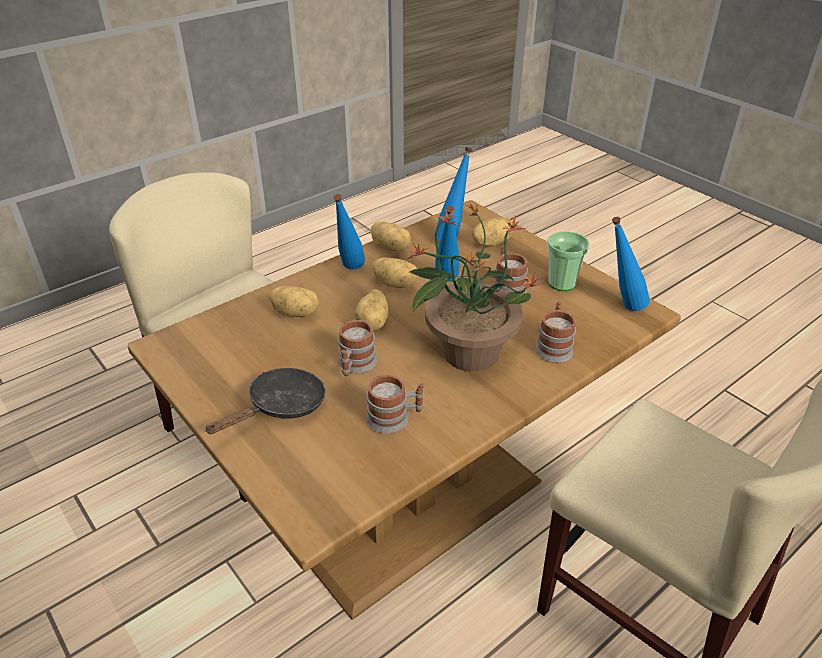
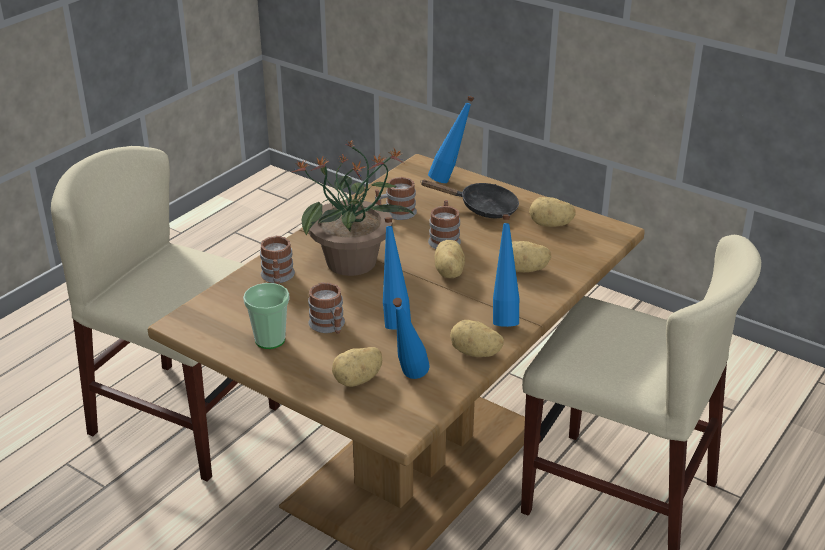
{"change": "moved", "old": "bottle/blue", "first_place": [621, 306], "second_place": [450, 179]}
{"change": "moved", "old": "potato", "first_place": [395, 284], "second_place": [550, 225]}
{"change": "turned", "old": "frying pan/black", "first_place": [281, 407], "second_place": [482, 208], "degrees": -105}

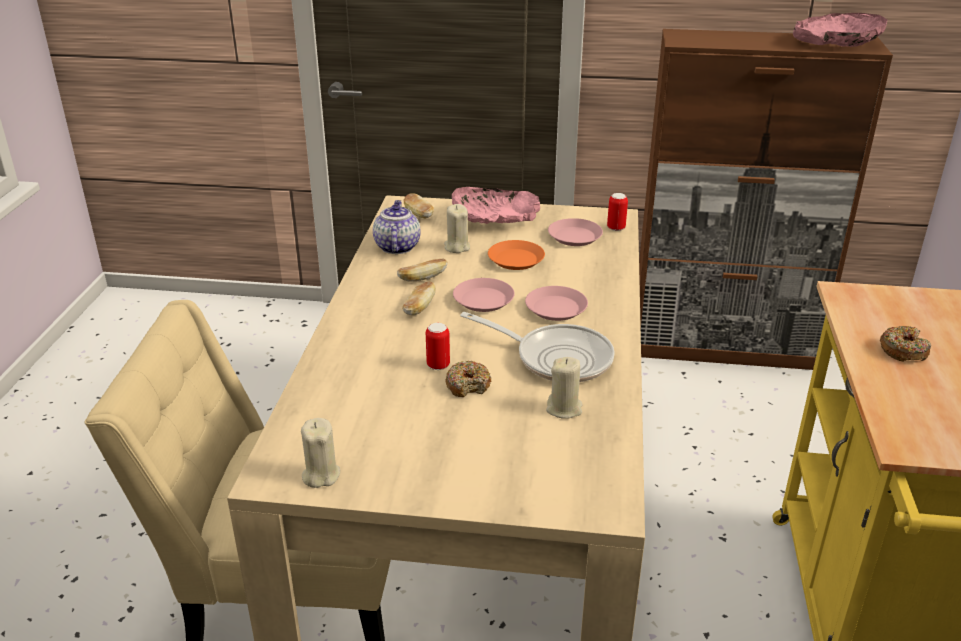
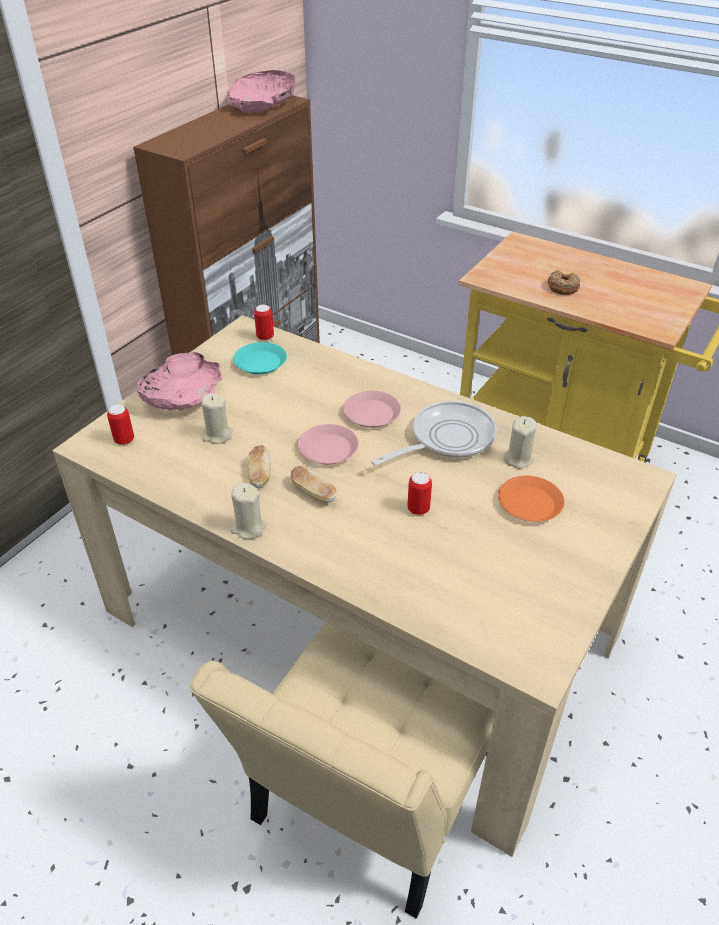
{"change": "replaced", "old": "bread", "new": "can", "first_place": [418, 215], "second_place": [124, 440]}
{"change": "removed", "old": "teapot", "first_place": [397, 246]}
{"change": "recoloured", "old": "plate/pink", "new": "plate/turquoise", "first_place": [575, 237], "second_place": [261, 363]}
{"change": "moved", "old": "plate/orange", "first_place": [515, 259], "second_place": [529, 504]}
{"change": "removed", "old": "donut", "first_place": [468, 385]}
{"change": "moved", "old": "candle/beige", "first_place": [321, 475], "second_place": [248, 528]}

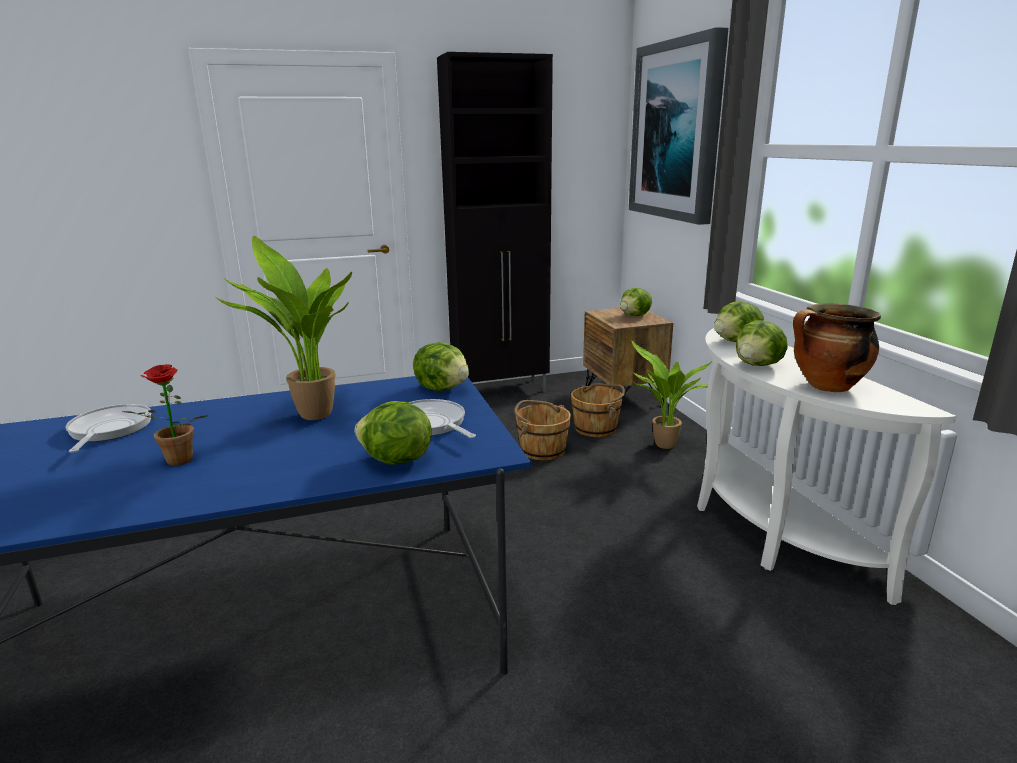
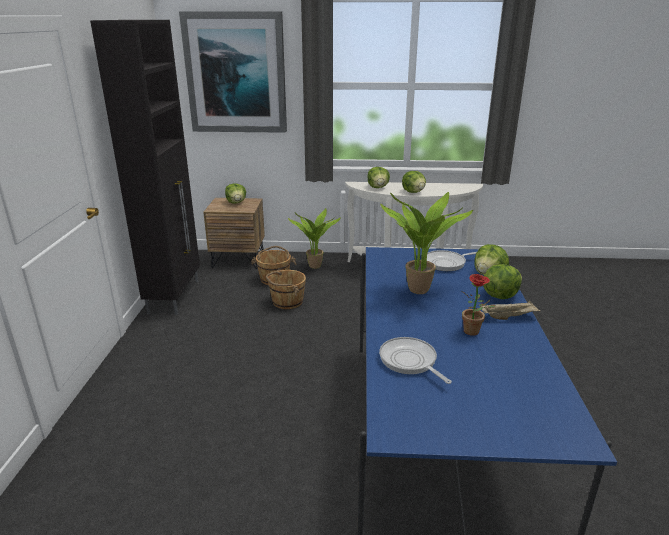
{"change": "removed", "old": "cooking pot", "first_place": [827, 387]}
{"change": "moved", "old": "lettuce", "first_place": [443, 388], "second_place": [500, 295]}
{"change": "turned", "old": "frying pan", "first_place": [108, 430], "second_place": [410, 361], "degrees": 45}
{"change": "added", "new": "tray/beige", "second_place": [508, 317]}

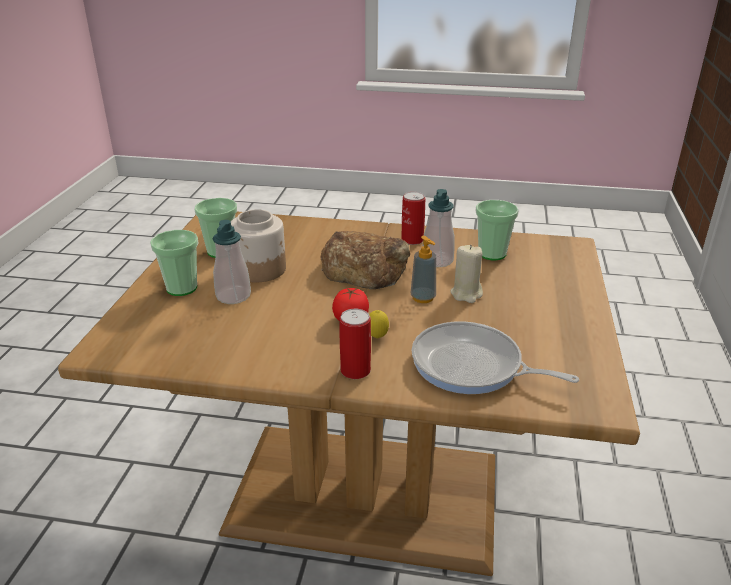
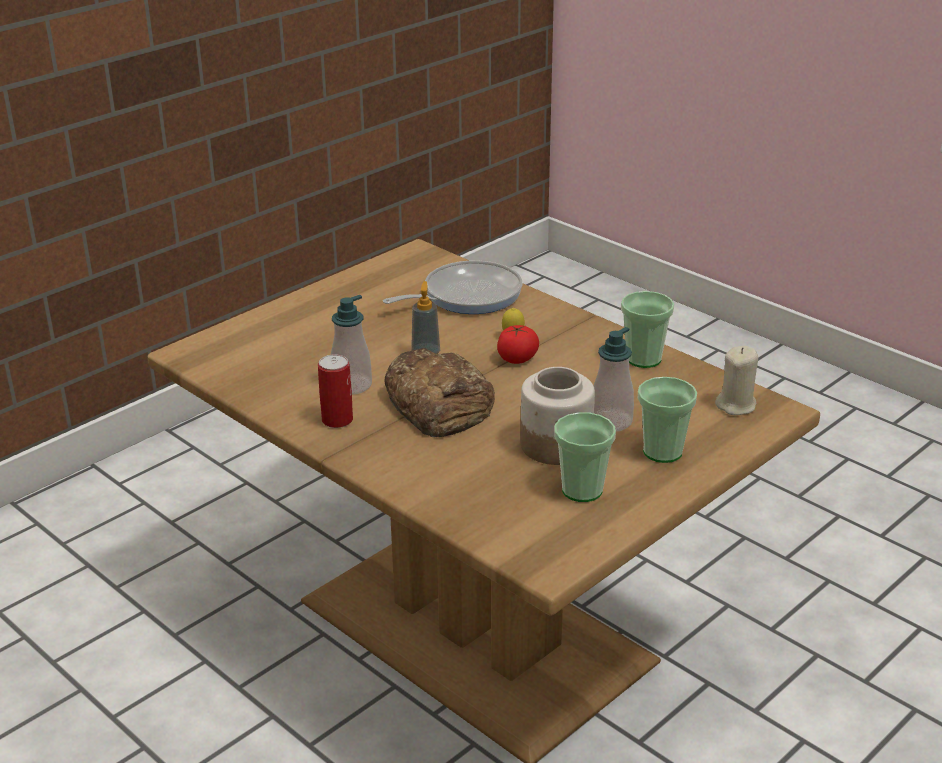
{"change": "moved", "old": "cup", "first_place": [492, 254], "second_place": [643, 359]}
{"change": "moved", "old": "candle/beige", "first_place": [466, 294], "second_place": [736, 405]}
{"change": "removed", "old": "can", "first_place": [355, 370]}
{"change": "turned", "old": "frying pan", "first_place": [472, 366], "second_place": [467, 295], "degrees": -90}

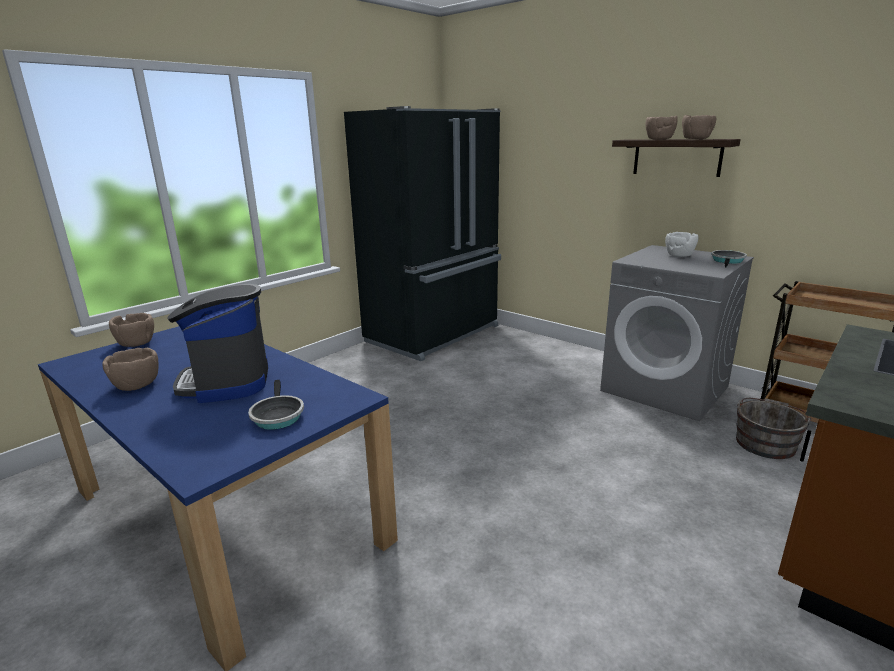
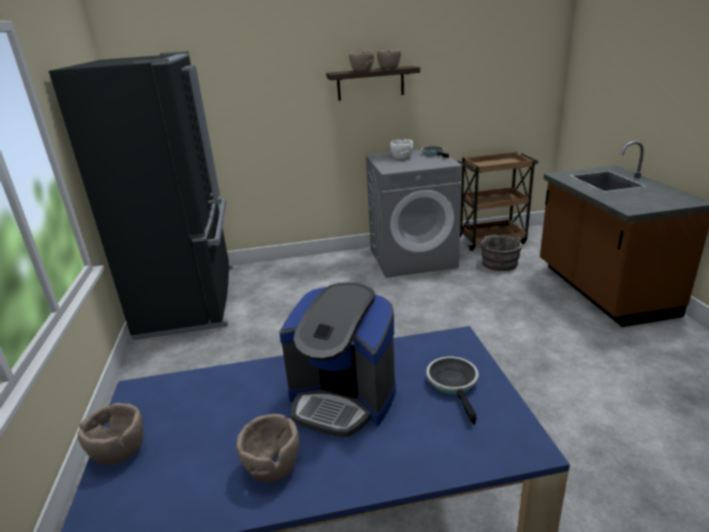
{"change": "turned", "old": "frying pan", "first_place": [277, 415], "second_place": [454, 384], "degrees": -120}

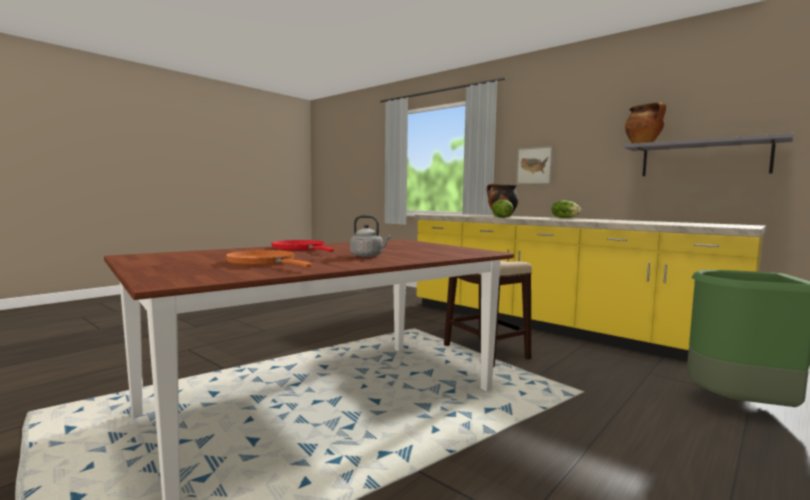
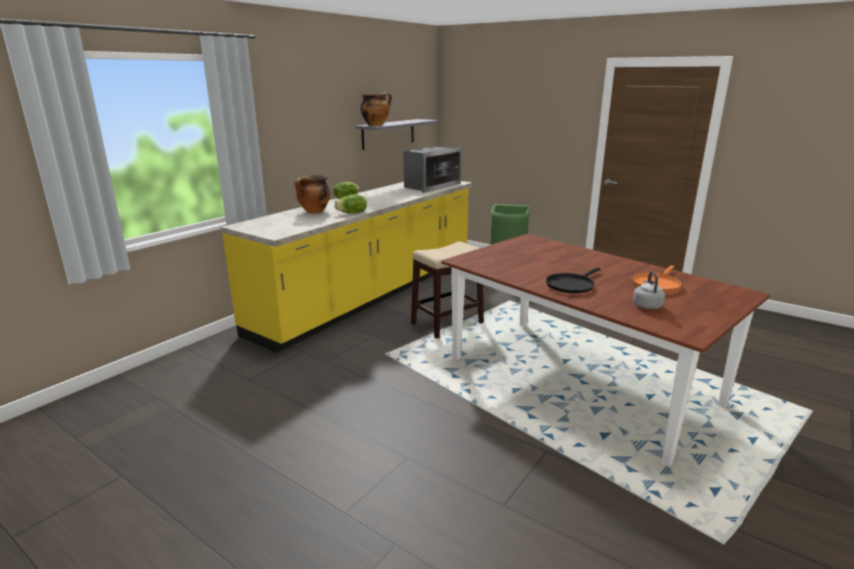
{"change": "removed", "old": "picture", "first_place": [534, 165]}
{"change": "moved", "old": "kettle/grey", "first_place": [368, 256], "second_place": [646, 305]}
{"change": "recoloured", "old": "frying pan/red", "new": "frying pan/black", "first_place": [300, 249], "second_place": [571, 285]}
{"change": "added", "new": "microwave", "second_place": [431, 186]}

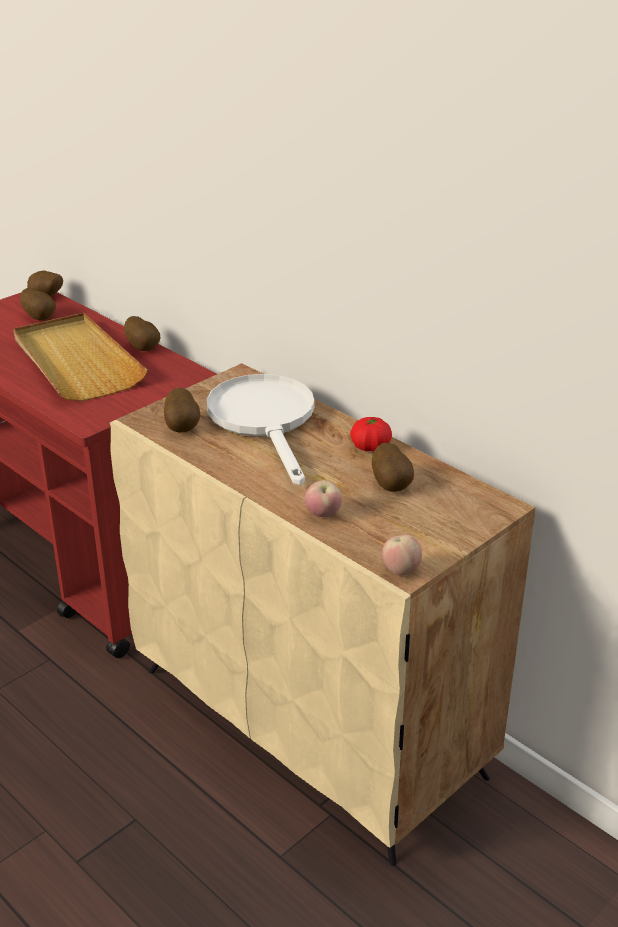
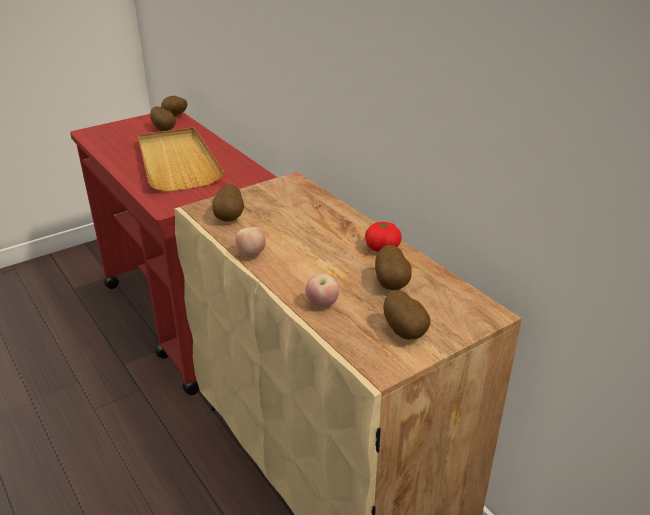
{"change": "moved", "old": "potato", "first_place": [144, 348], "second_place": [406, 332]}
{"change": "removed", "old": "frying pan/white", "first_place": [266, 421]}
{"change": "moved", "old": "apple", "first_place": [401, 570], "second_place": [251, 254]}

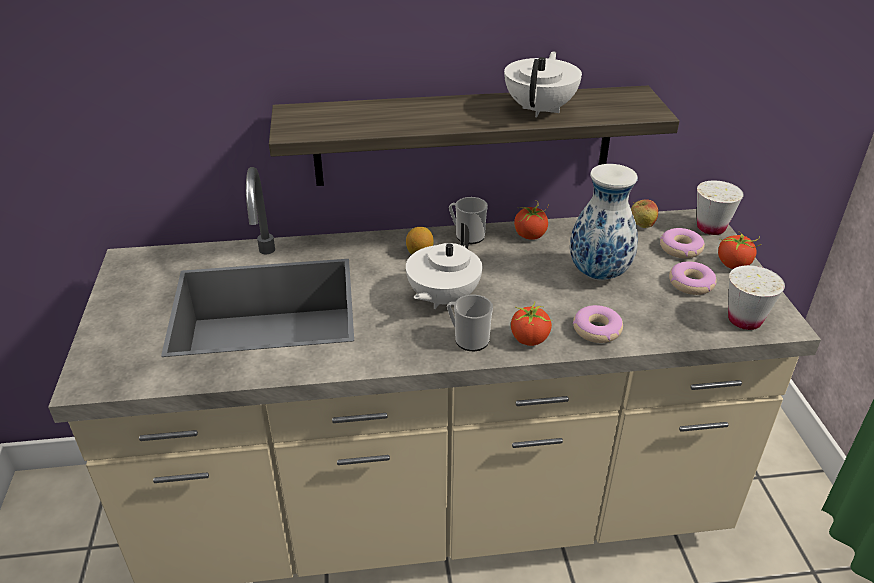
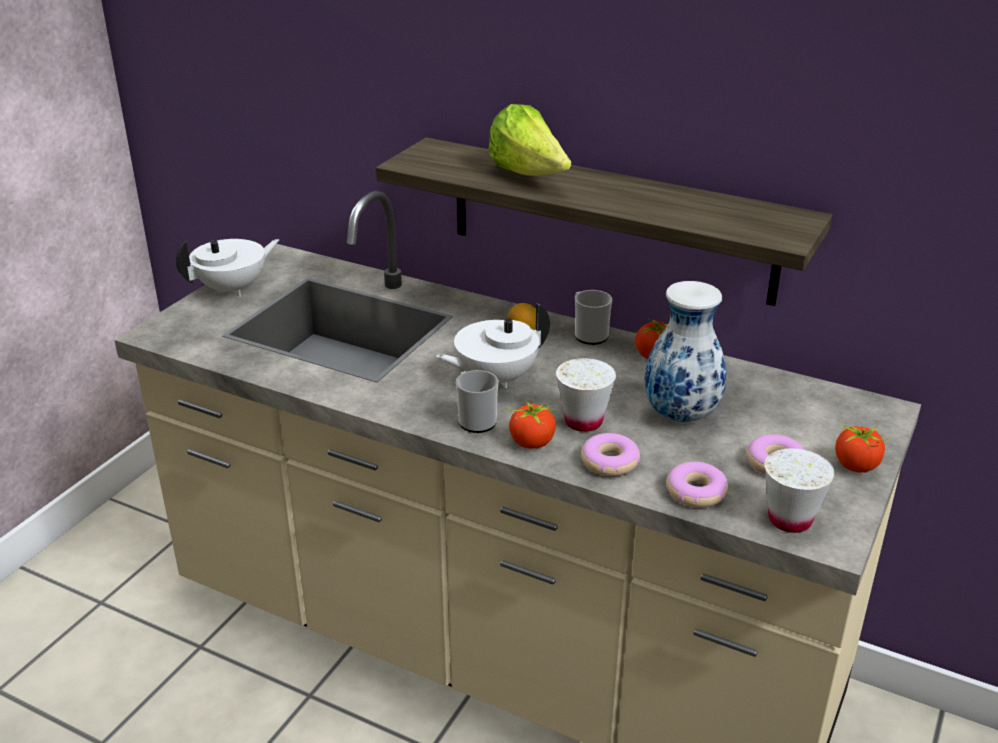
{"change": "moved", "old": "teapot/white", "first_place": [540, 109], "second_place": [233, 289]}
{"change": "moved", "old": "cup/white", "first_place": [711, 228], "second_place": [583, 421]}
{"change": "removed", "old": "apple", "first_place": [641, 226]}
{"change": "moved", "old": "donut", "first_place": [680, 249], "second_place": [696, 492]}
{"change": "added", "new": "lettuce", "second_place": [529, 175]}

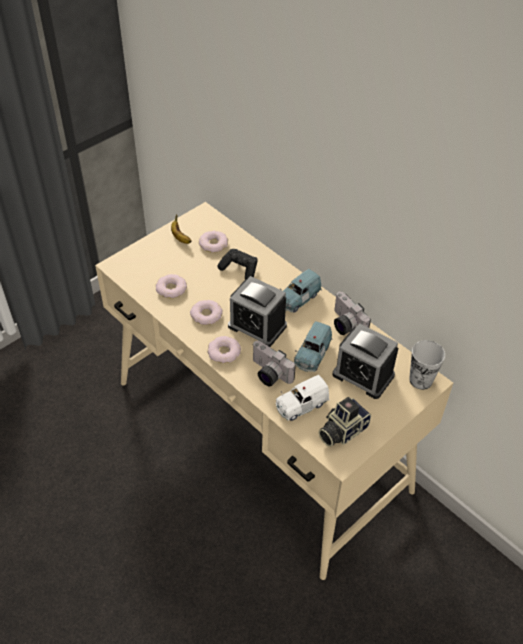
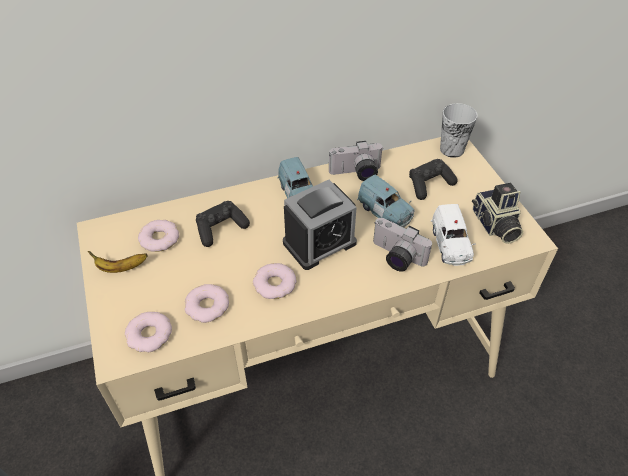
{"change": "replaced", "old": "alarm clock", "new": "game controller/black", "first_place": [363, 375], "second_place": [429, 185]}
{"change": "moved", "old": "donut", "first_place": [224, 352], "second_place": [149, 335]}
{"change": "turned", "old": "photo camera", "first_place": [268, 374], "second_place": [395, 257], "degrees": 60}

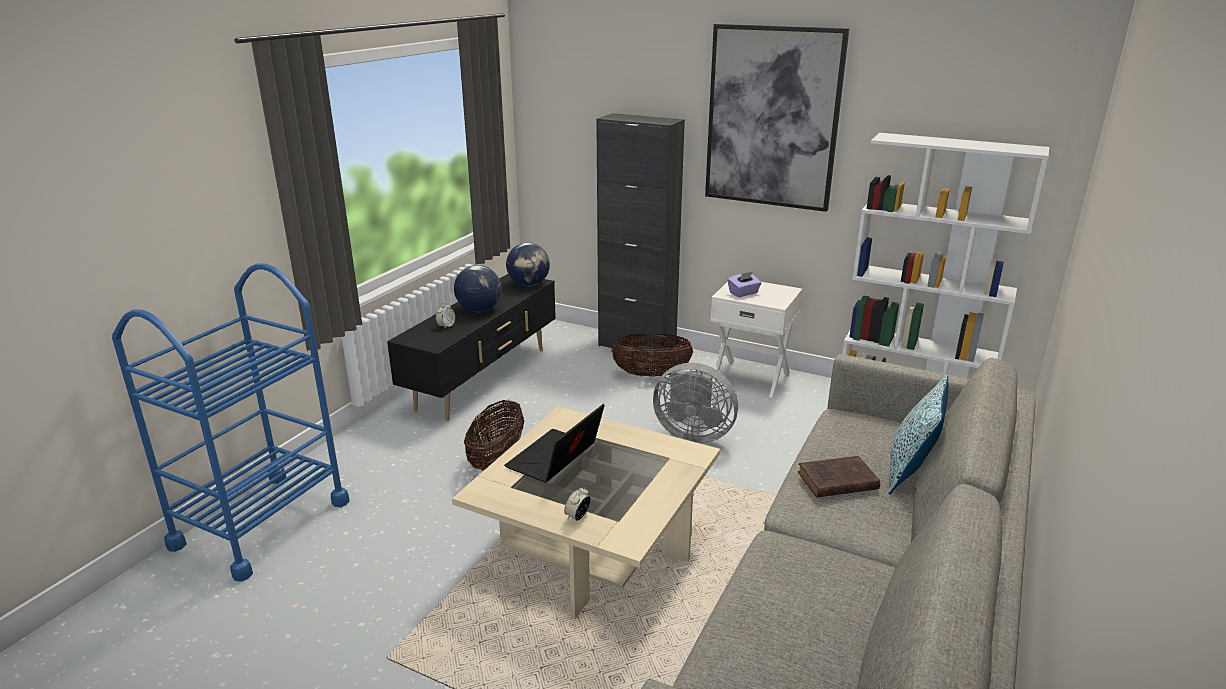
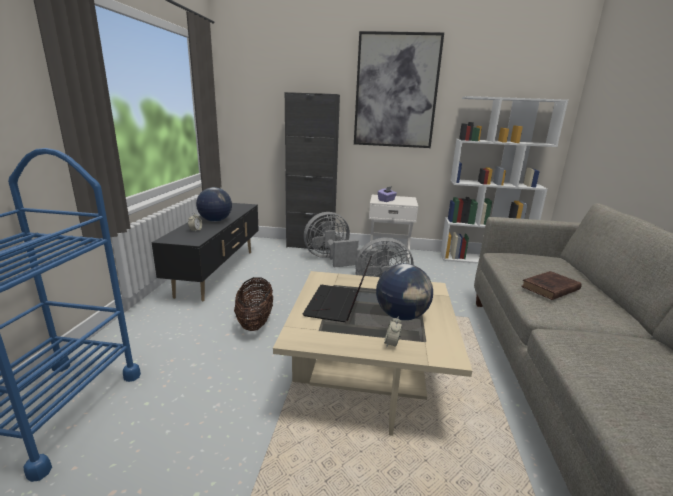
{"change": "moved", "old": "globe", "first_place": [529, 285], "second_place": [402, 316]}
{"change": "replaced", "old": "basket", "new": "fan/grey", "first_place": [651, 374], "second_place": [329, 259]}
{"change": "removed", "old": "pillow", "first_place": [910, 471]}

